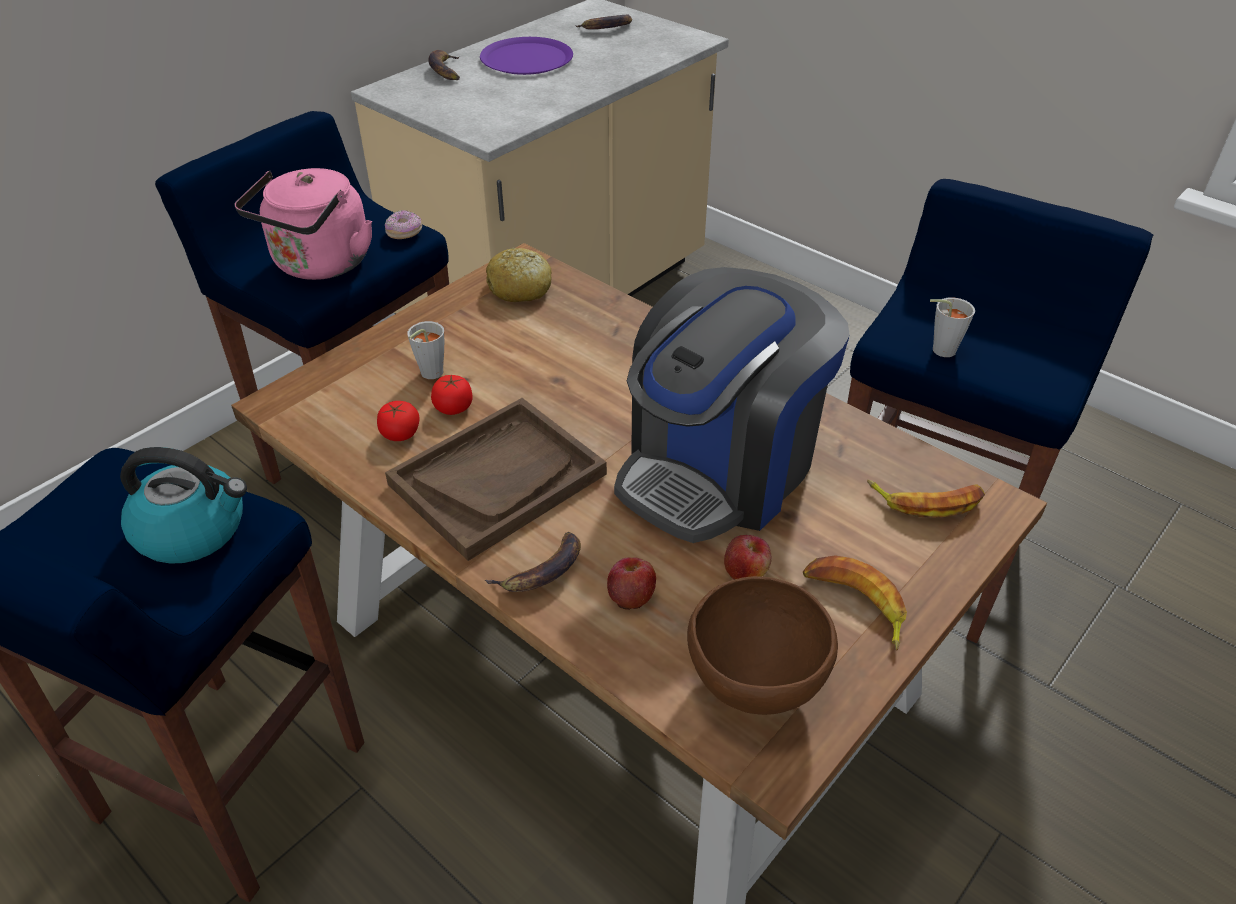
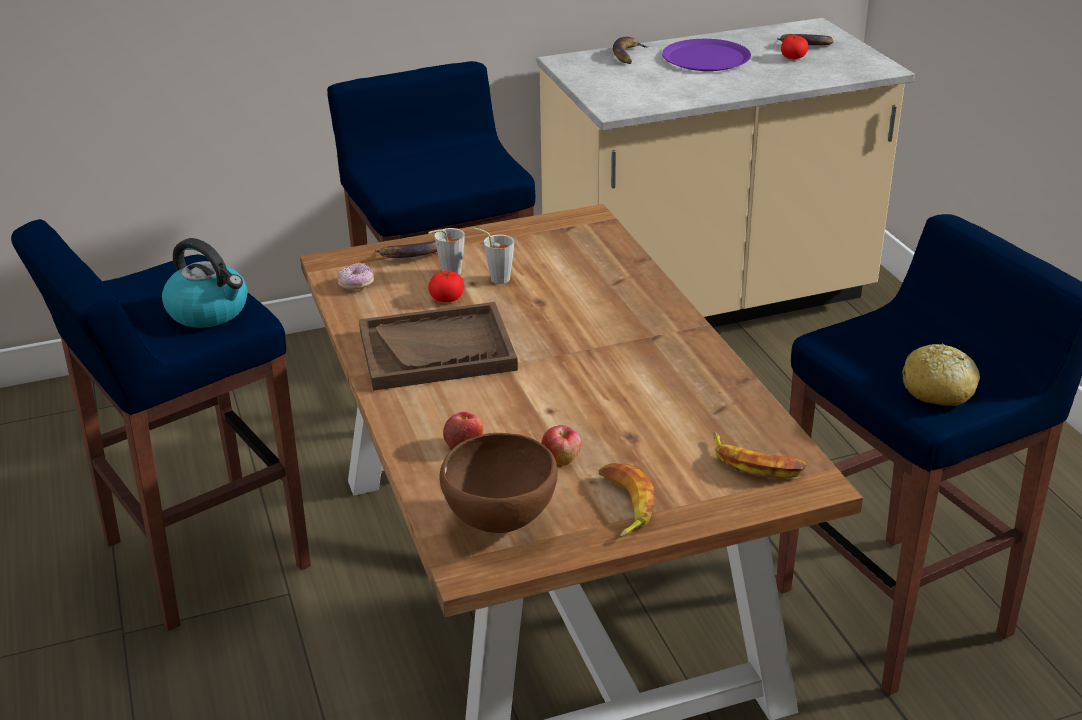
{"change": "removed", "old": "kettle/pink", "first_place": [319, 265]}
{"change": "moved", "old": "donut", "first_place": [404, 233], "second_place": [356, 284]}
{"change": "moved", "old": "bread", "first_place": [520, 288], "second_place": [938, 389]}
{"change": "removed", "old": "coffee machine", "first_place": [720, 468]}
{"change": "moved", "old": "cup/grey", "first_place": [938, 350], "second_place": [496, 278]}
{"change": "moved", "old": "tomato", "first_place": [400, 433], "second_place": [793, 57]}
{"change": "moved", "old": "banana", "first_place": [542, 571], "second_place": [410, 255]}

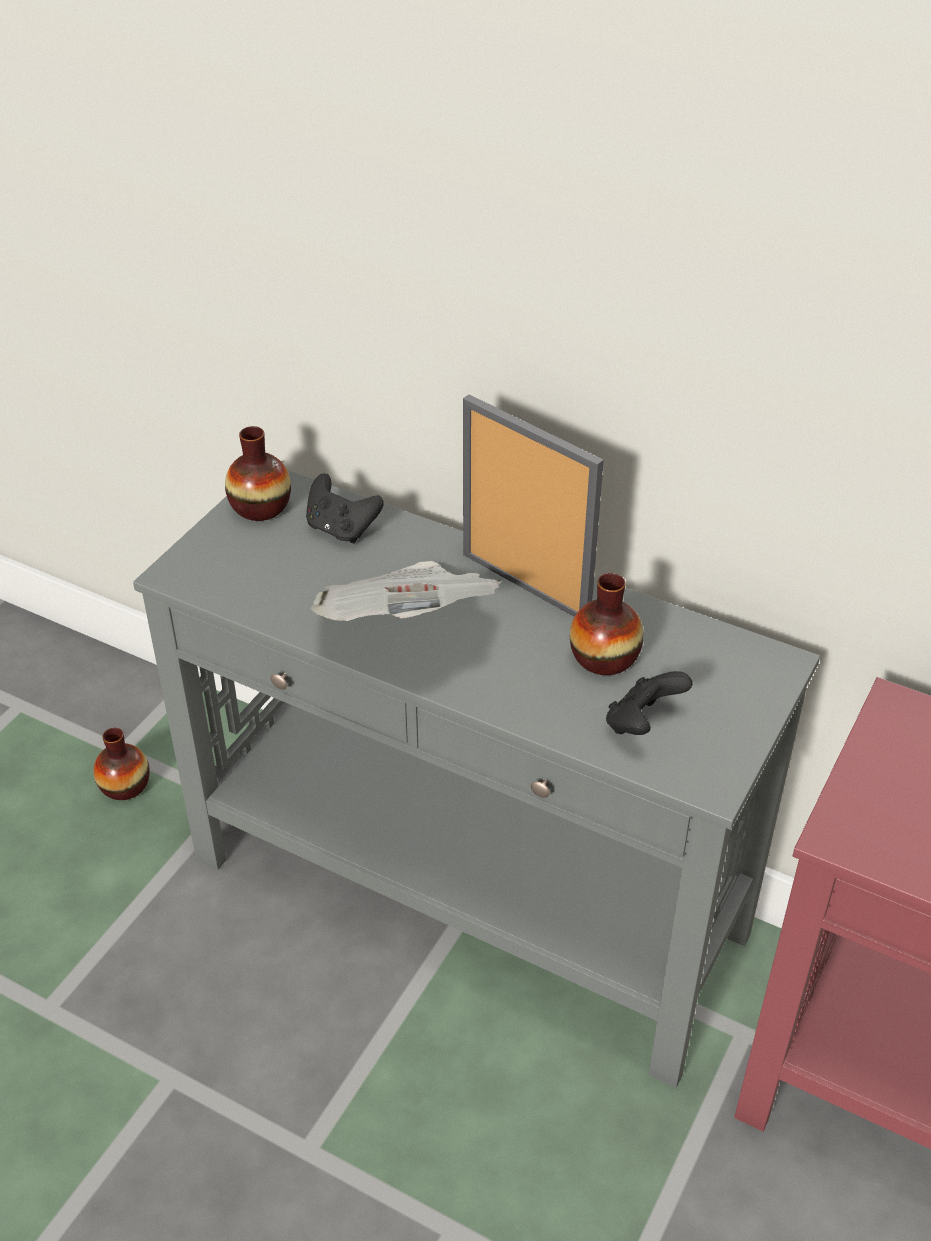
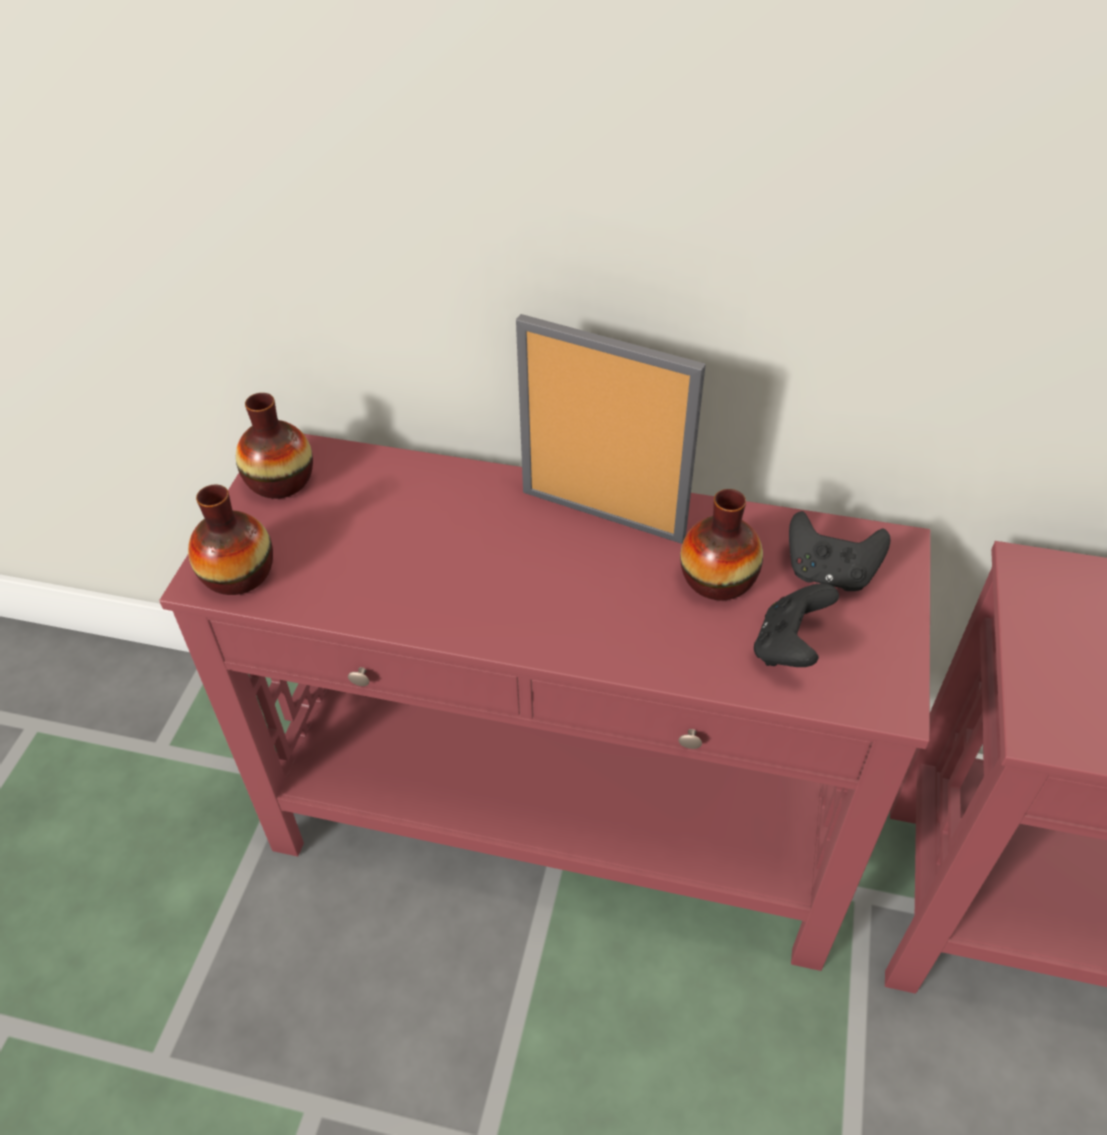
{"change": "recoloured", "old": "console table/grey", "new": "console table/red", "first_place": [468, 899], "second_place": [560, 824]}
{"change": "moved", "old": "game controller/black", "first_place": [341, 529], "second_place": [829, 573]}
{"change": "removed", "old": "newspaper", "first_place": [407, 628]}
{"change": "moved", "old": "vase", "first_place": [125, 786], "second_place": [238, 574]}

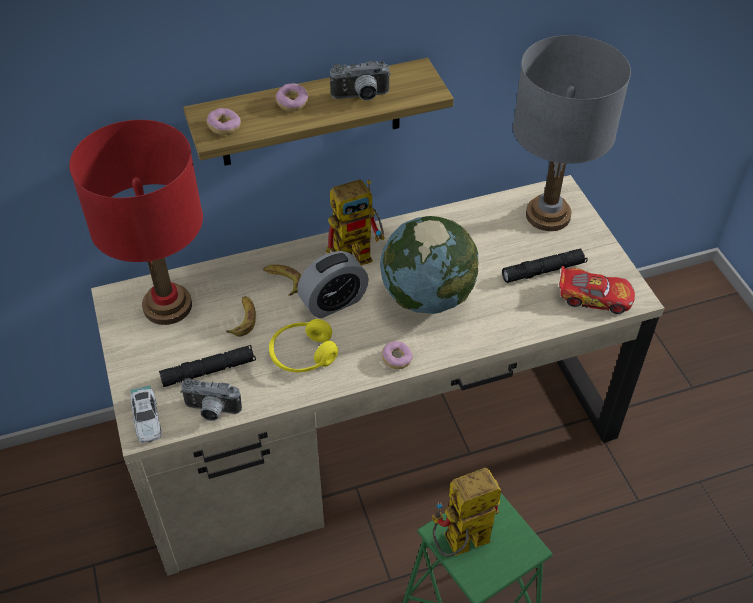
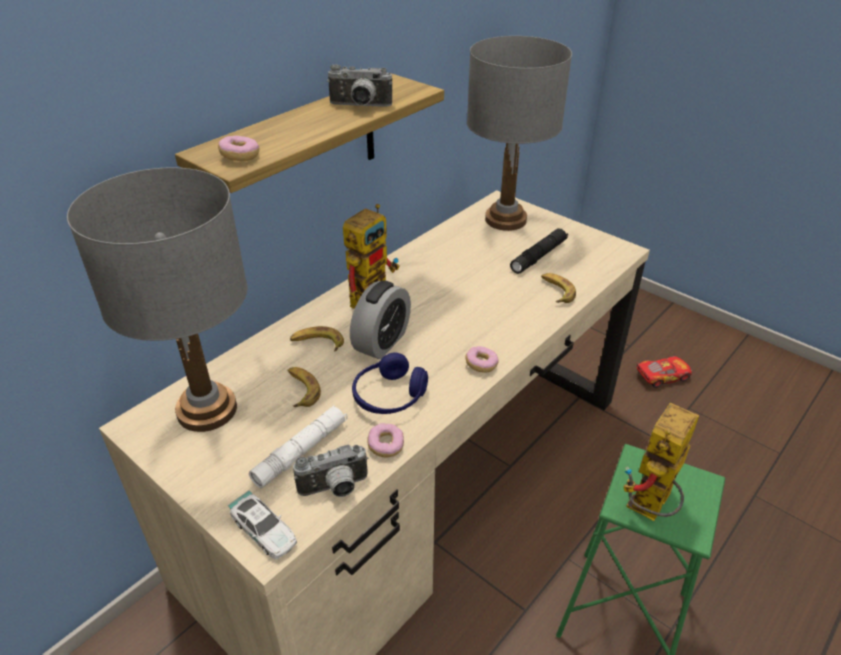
{"change": "turned", "old": "photo camera", "first_place": [361, 97], "second_place": [360, 106], "degrees": 45}
{"change": "moved", "old": "donut", "first_place": [292, 103], "second_place": [386, 446]}
{"change": "recoloured", "old": "table lamp/red", "new": "table lamp/grey", "first_place": [167, 306], "second_place": [207, 410]}
{"change": "removed", "old": "globe", "first_place": [427, 297]}
{"change": "moved", "old": "toy car", "first_place": [594, 297], "second_place": [662, 376]}
{"change": "recoloured", "old": "headphones/yellow", "new": "headphones/blue", "first_place": [303, 354], "second_place": [389, 396]}
{"change": "recoloured", "old": "flashlight/black", "new": "flashlight/white", "first_place": [209, 371], "second_place": [301, 451]}
{"change": "added", "new": "banana", "second_place": [556, 291]}

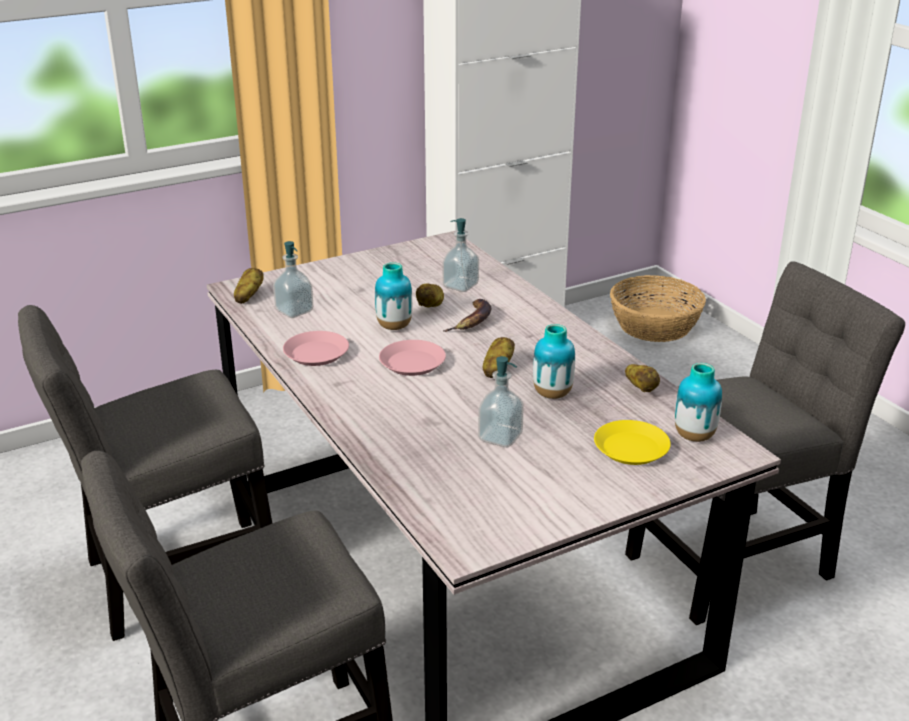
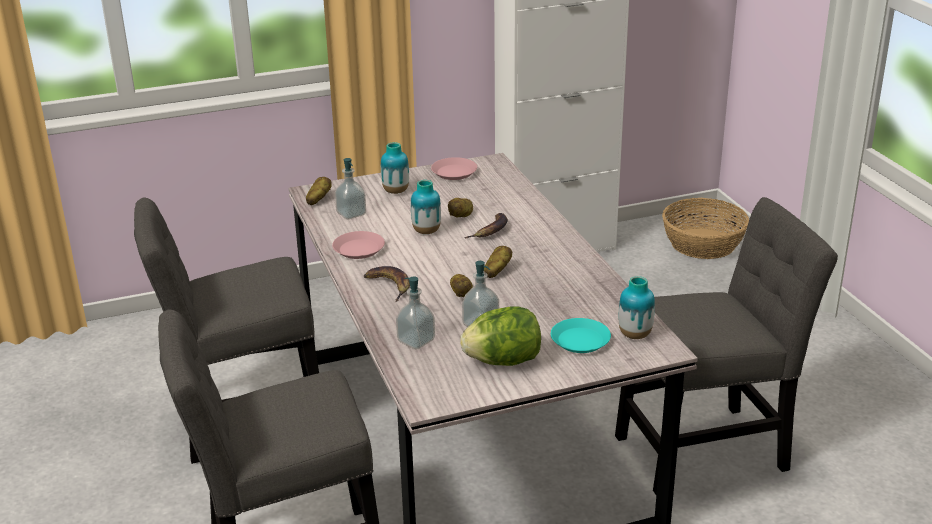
{"change": "moved", "old": "soap dispenser", "first_place": [460, 286], "second_place": [416, 341]}
{"change": "moved", "old": "vase", "first_place": [552, 394], "second_place": [396, 191]}
{"change": "moved", "old": "plate/pink", "first_place": [412, 363], "second_place": [454, 172]}
{"change": "moved", "old": "potato", "first_place": [641, 389], "second_place": [462, 294]}
{"change": "recoloured", "old": "plate/yellow", "new": "plate/turquoise", "first_place": [631, 448], "second_place": [580, 340]}
{"change": "added", "new": "banana", "second_place": [389, 286]}
{"change": "added", "new": "lettuce", "second_place": [503, 361]}

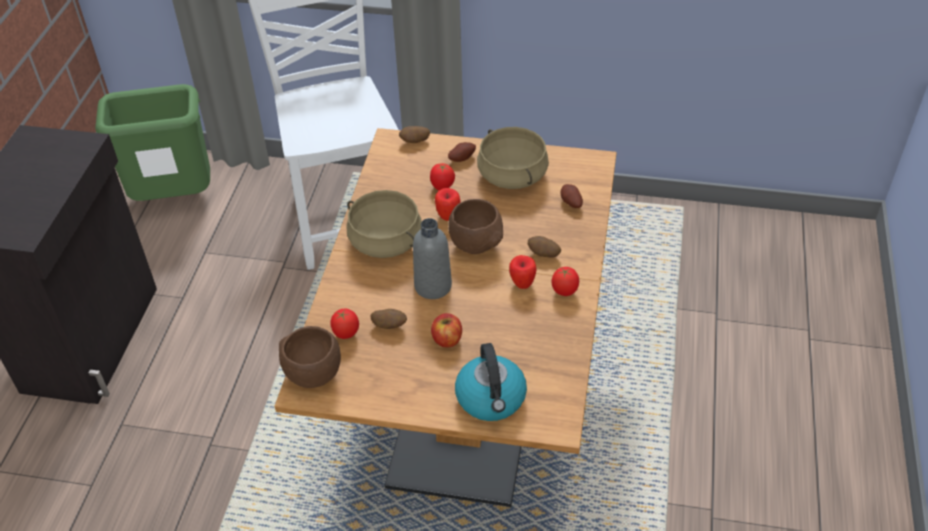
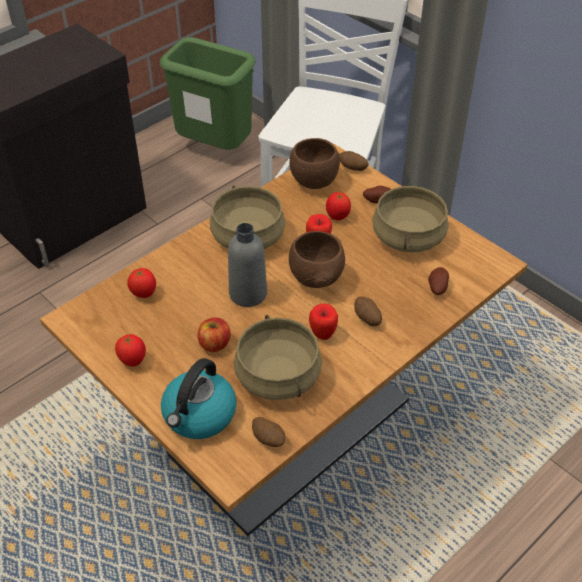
{"change": "moved", "old": "tomato", "first_place": [564, 292], "second_place": [133, 361]}
{"change": "moved", "old": "potato", "first_place": [389, 325], "second_place": [268, 439]}
{"change": "moved", "old": "bowl/brown", "first_place": [313, 375], "second_place": [313, 182]}
{"change": "added", "new": "cooking pot/beige", "second_place": [278, 376]}

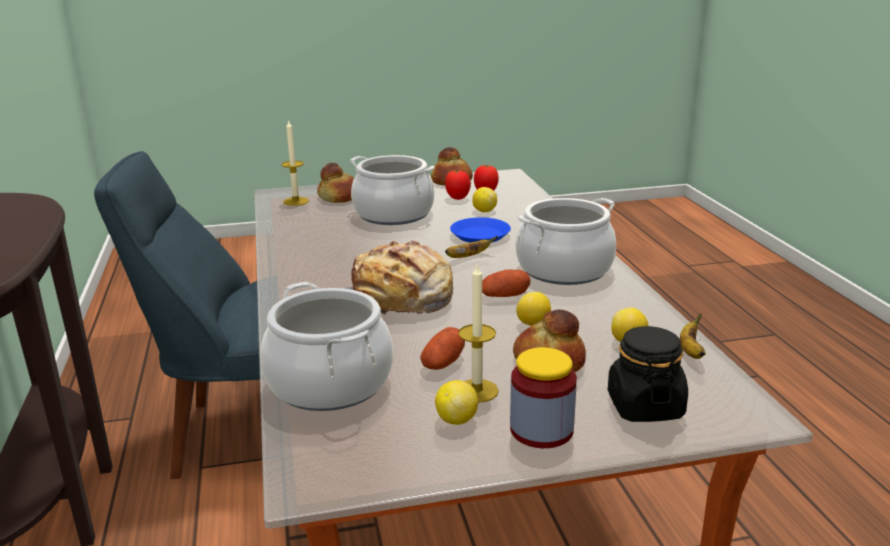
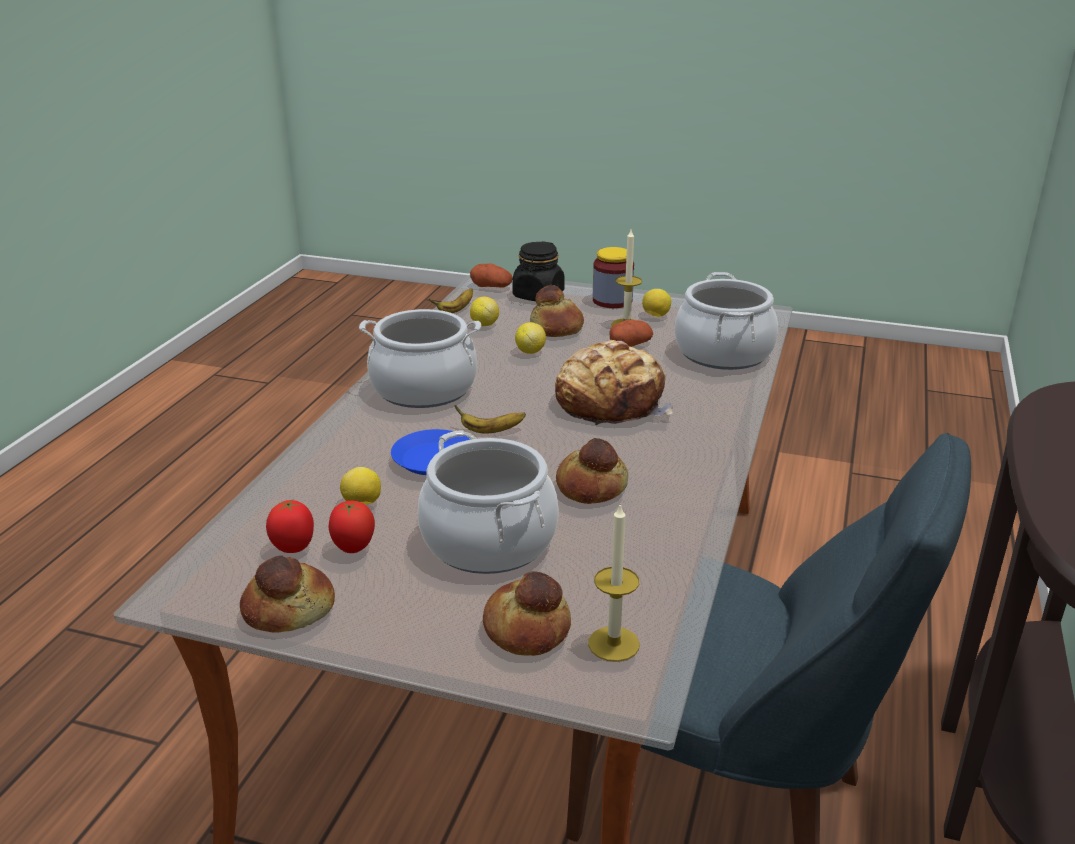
{"change": "moved", "old": "potato", "first_place": [504, 296], "second_place": [491, 287]}
{"change": "added", "new": "bread", "second_place": [591, 486]}

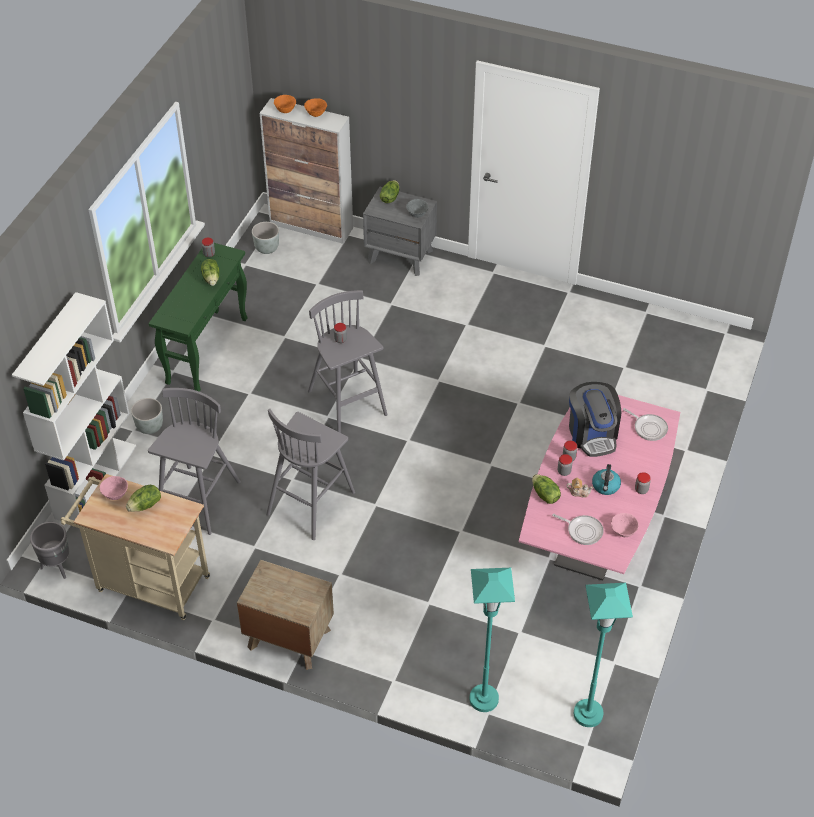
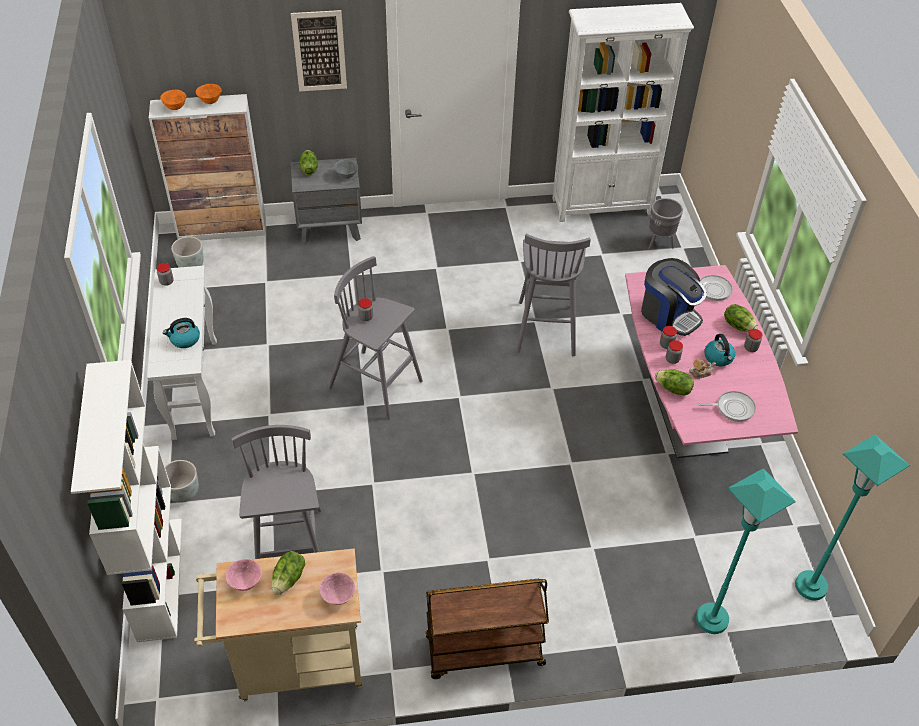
{"change": "recoloured", "old": "console table/green", "new": "console table/white", "first_place": [207, 350], "second_place": [194, 388]}
{"change": "moved", "old": "lettuce", "first_place": [211, 278], "second_place": [738, 325]}
{"change": "moved", "old": "stool/grey", "first_place": [312, 502], "second_place": [546, 327]}
{"change": "moved", "old": "bowl/pink", "first_place": [623, 532], "second_place": [338, 597]}
{"change": "moved", "old": "planter/grey", "first_place": [57, 567], "second_place": [659, 244]}
{"change": "replaced", "old": "nightstand/brown", "new": "cart/brown", "first_place": [288, 638], "second_place": [483, 652]}
{"change": "added", "new": "bookcase/white", "second_place": [603, 206]}
{"change": "added", "new": "picture", "second_place": [319, 51]}
{"change": "added", "new": "kettle", "second_place": [184, 339]}

